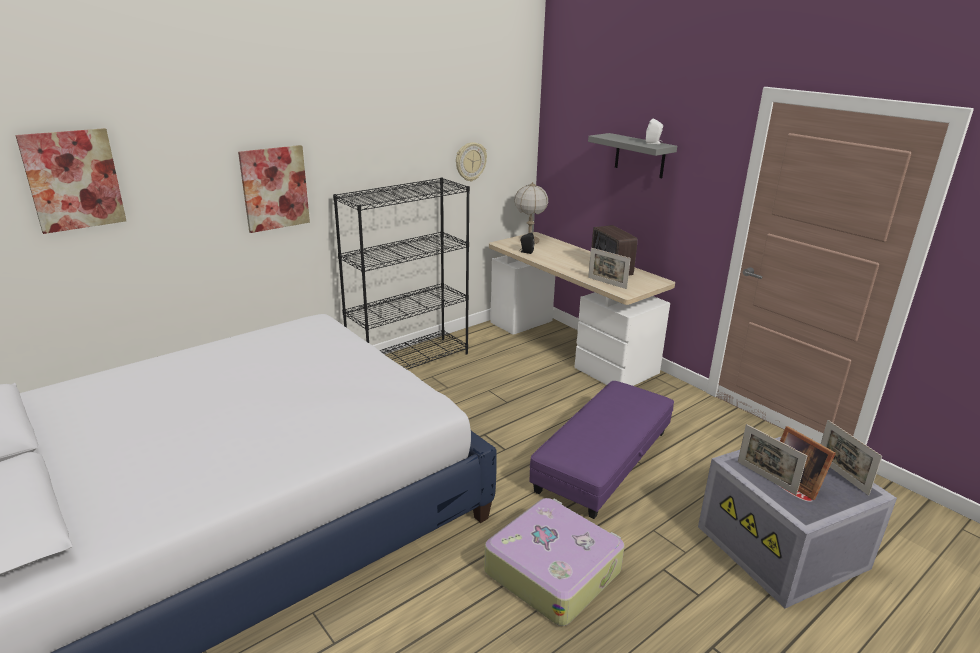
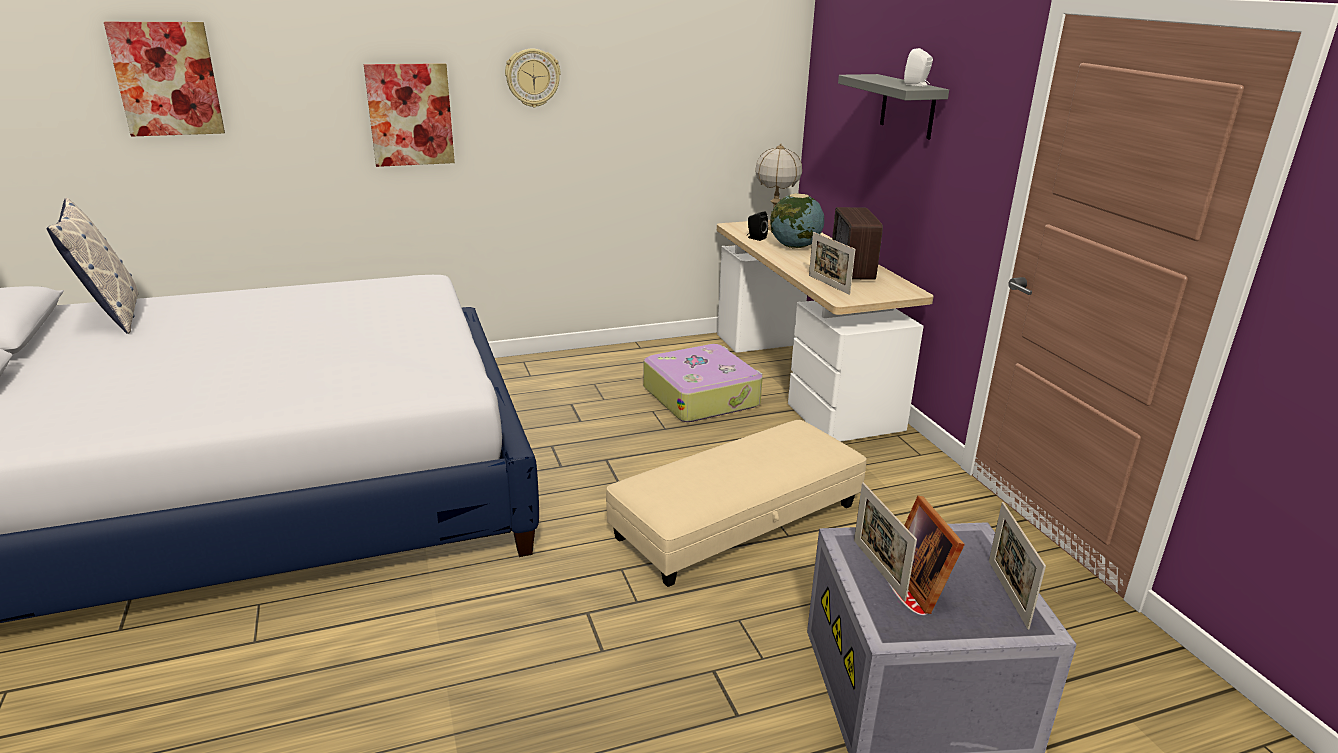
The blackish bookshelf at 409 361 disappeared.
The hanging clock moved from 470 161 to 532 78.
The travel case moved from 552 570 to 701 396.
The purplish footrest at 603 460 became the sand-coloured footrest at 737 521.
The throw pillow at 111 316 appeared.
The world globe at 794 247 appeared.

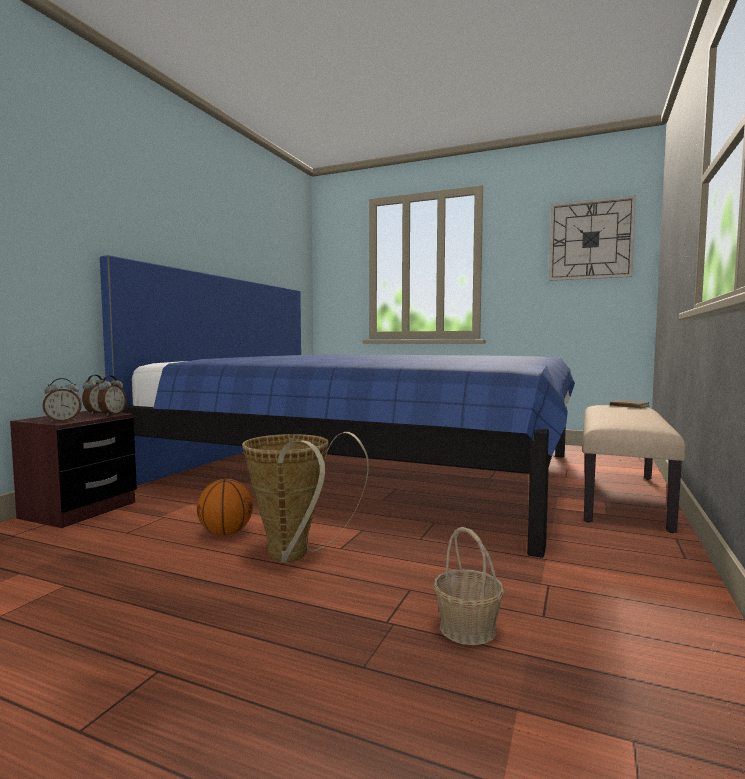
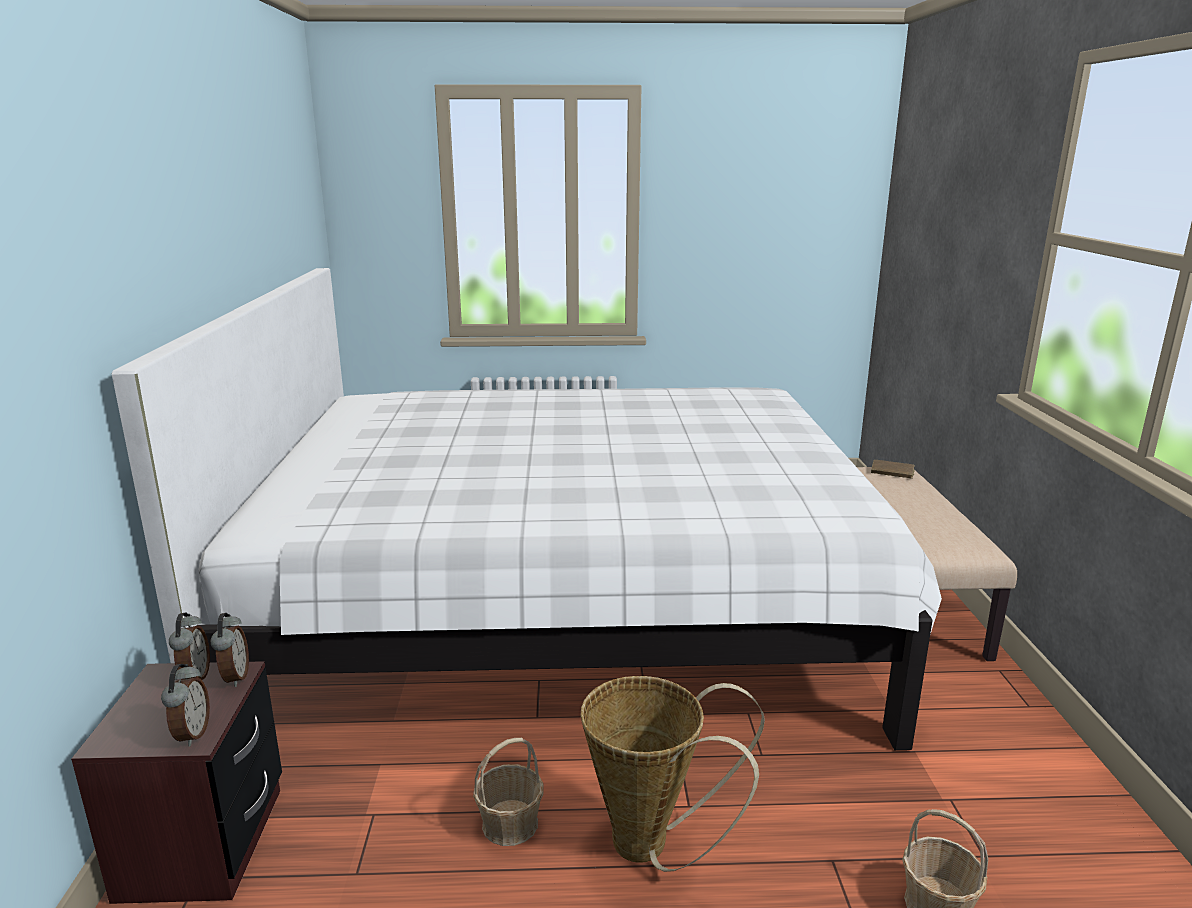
The table clock at 63 421 turned 45 degrees counterclockwise.
The bluish bed at 370 470 became the white-coloured bed at 562 603.
The basketball at 226 533 was replaced by the household basket at 510 824.
The hanging clock at 590 240 disappeared.

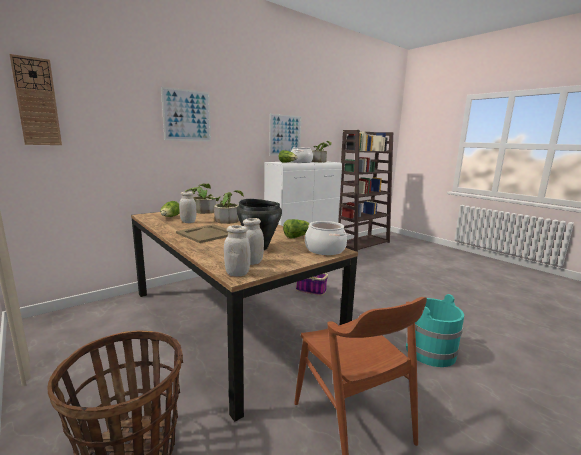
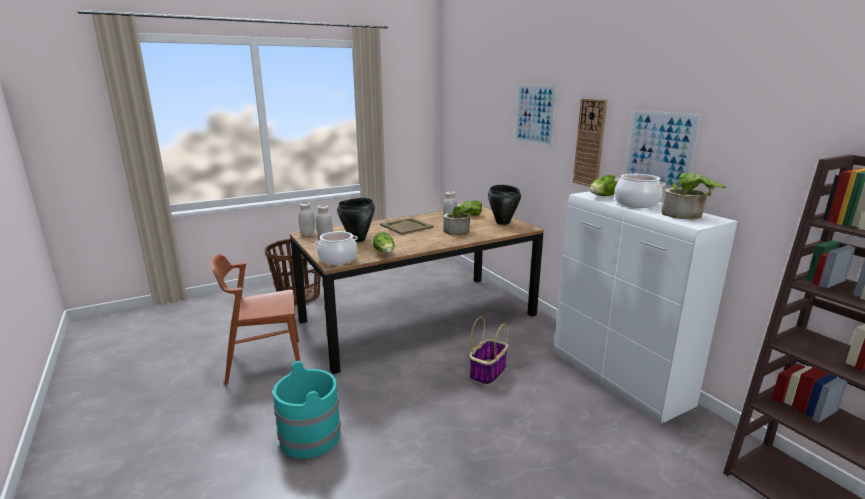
The hanging clock moved from 37 102 to 590 143.
The plant in a pot at 202 211 was replaced by the blackish stockpot at 503 222.

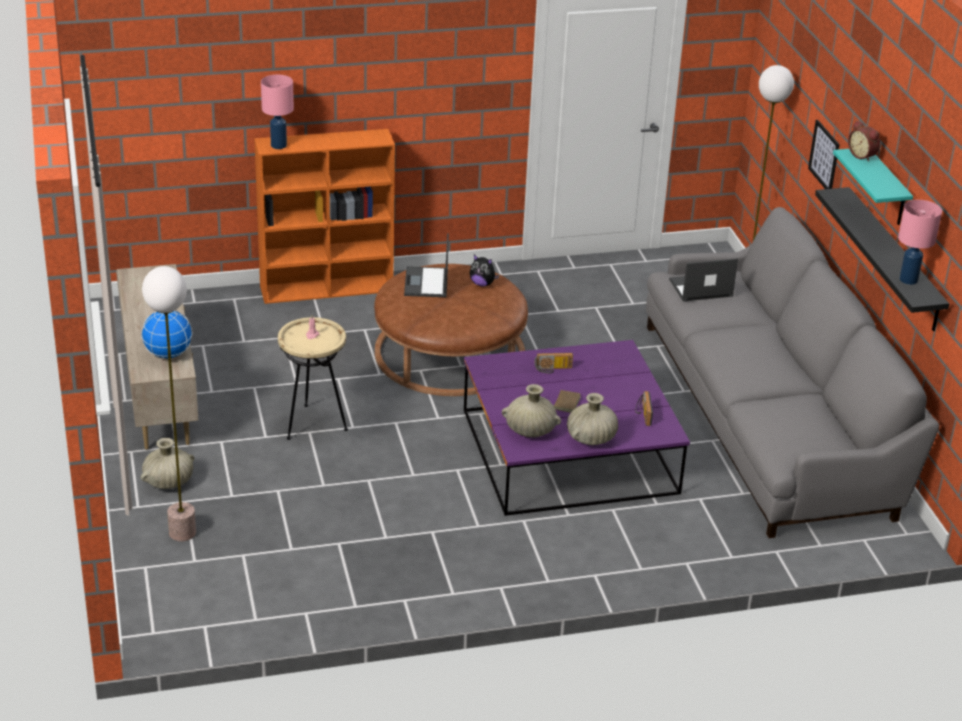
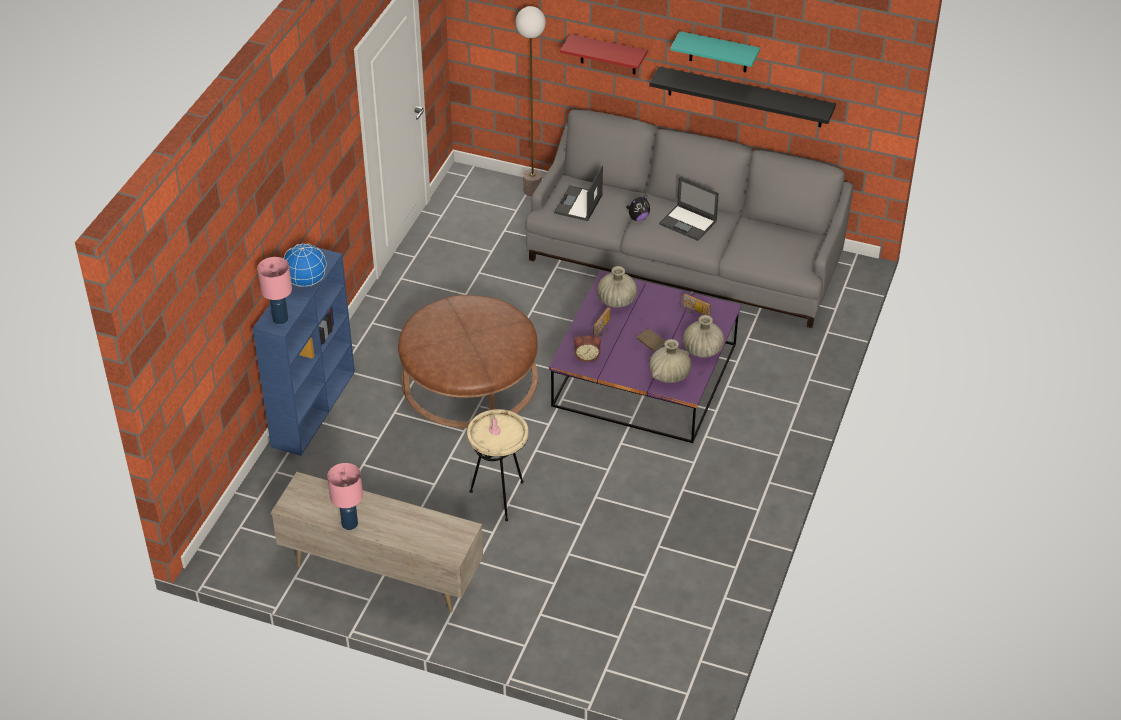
The world globe moved from 168 354 to 306 281.
The sand-coloured vase moved from 169 482 to 616 300.
The floor lamp at 182 532 disappeared.
The orange-coloured bookshelf at 328 288 became the bluish bookshelf at 314 408.
The notebook computer moved from 426 283 to 688 223.
The plush toy moved from 482 284 to 638 218.
The picture at 824 156 was replaced by the reddish wall shelf at 608 55.
The table clock moved from 863 156 to 587 356.
The pinkish tabletop lamp moved from 909 280 to 350 523.

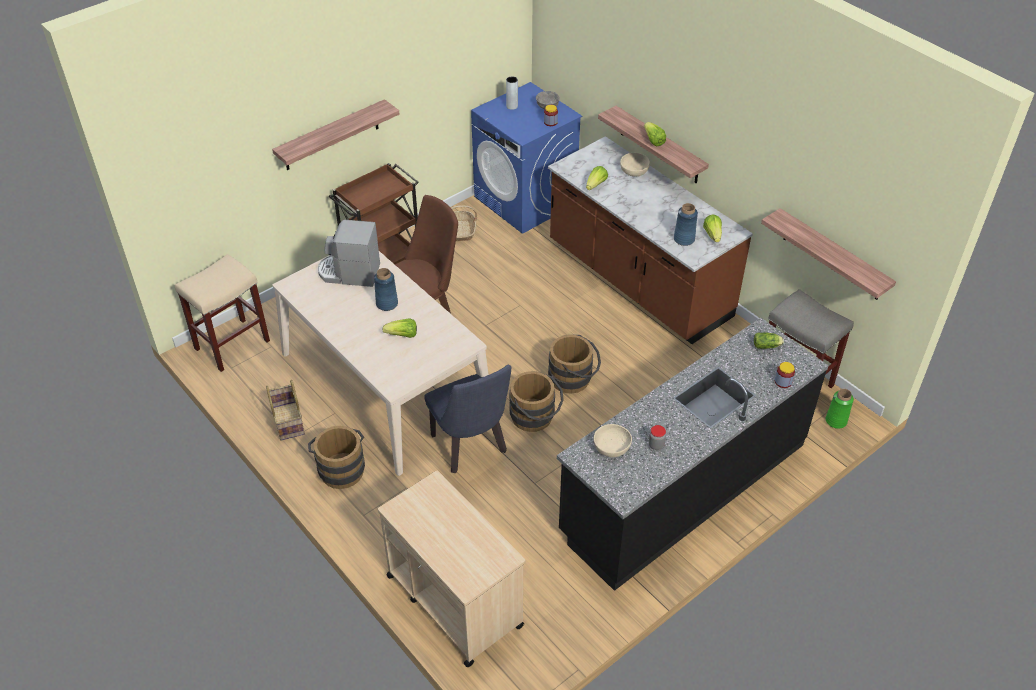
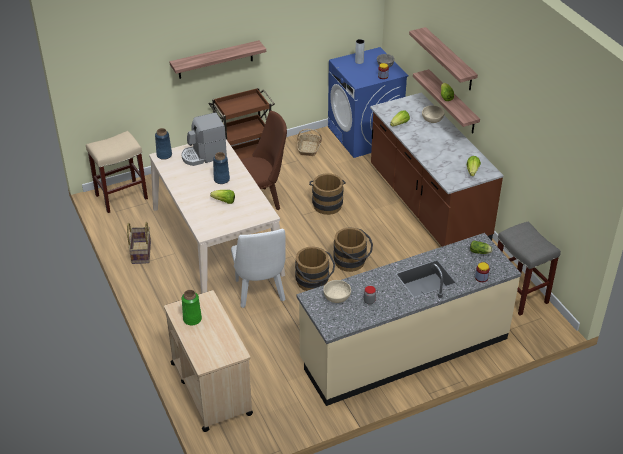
The brownish bucket moved from 340 468 to 327 203.
The coffee machine at 349 273 turned 45 degrees counterclockwise.
The bluish chair at 471 448 became the white-coloured chair at 260 294.
The blackish kitchen base unit at 683 488 became the sand-coloured kitchen base unit at 404 349.
The bluish vase moved from 684 239 to 164 155.
The wall shelf moved from 832 255 to 449 59.
The green-coloured vase moved from 836 421 to 192 319.

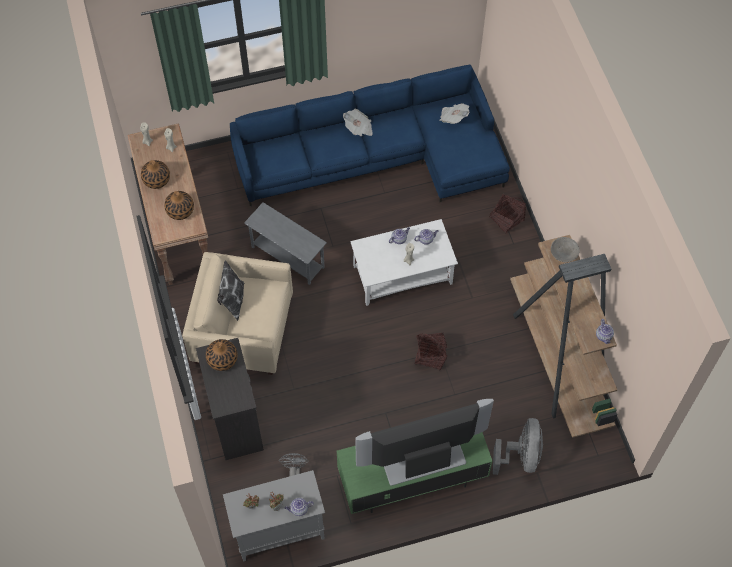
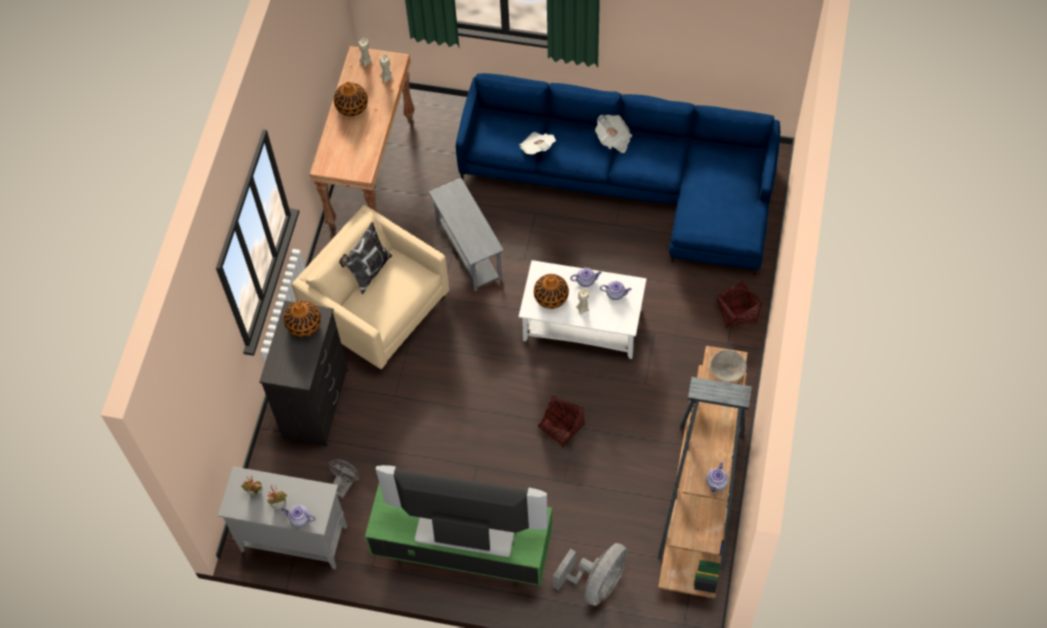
The vase moved from 180 211 to 551 297.
The daily paper moved from 453 118 to 537 148.

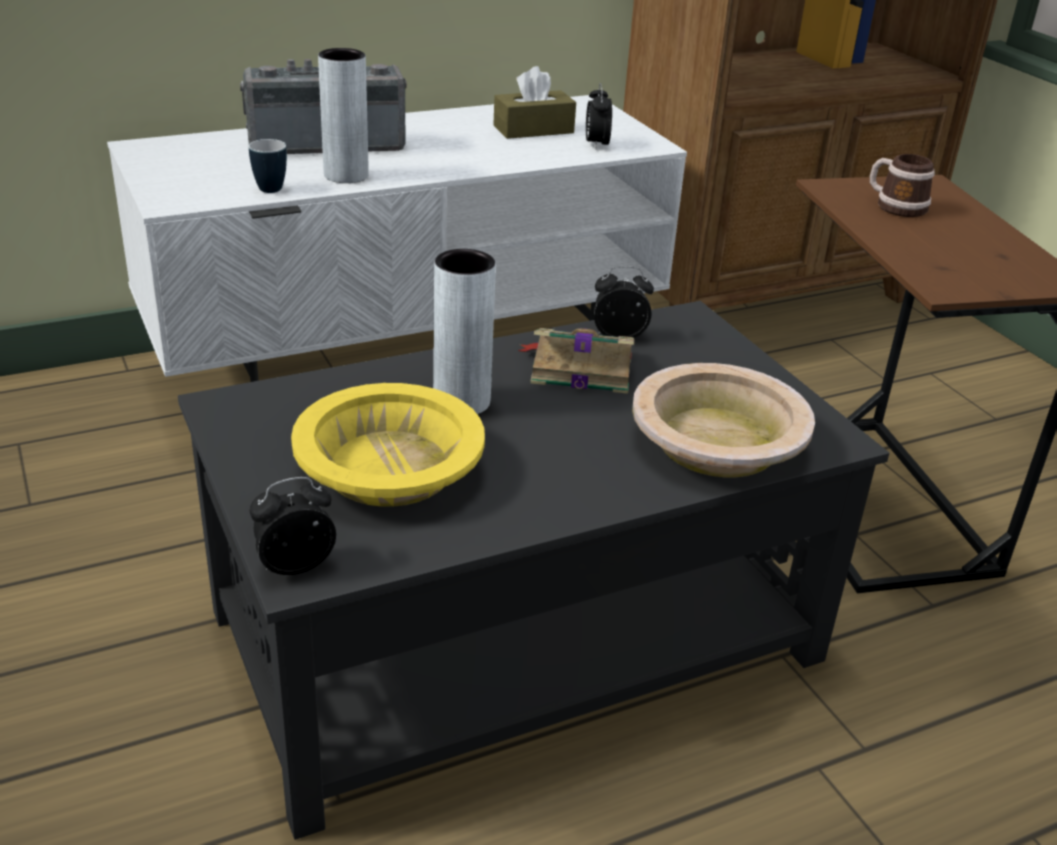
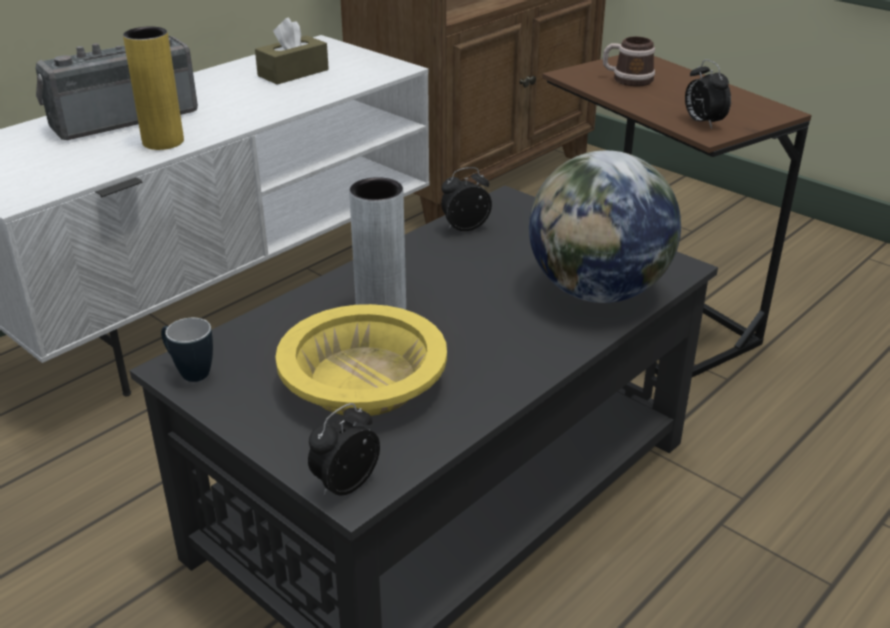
The tea mug moved from 267 187 to 189 372.
The gray vase at 346 175 became the yellowish vase at 163 142.
The book at 579 368 disappeared.
The table clock moved from 596 145 to 702 123.
The sand-coloured deep dish at 718 443 was replaced by the world globe at 598 292.

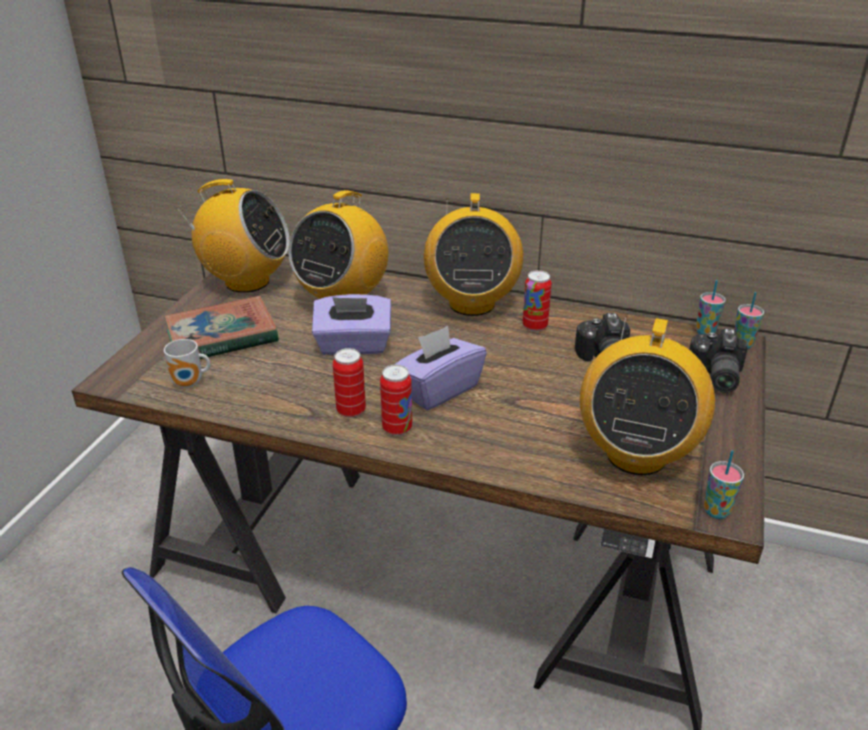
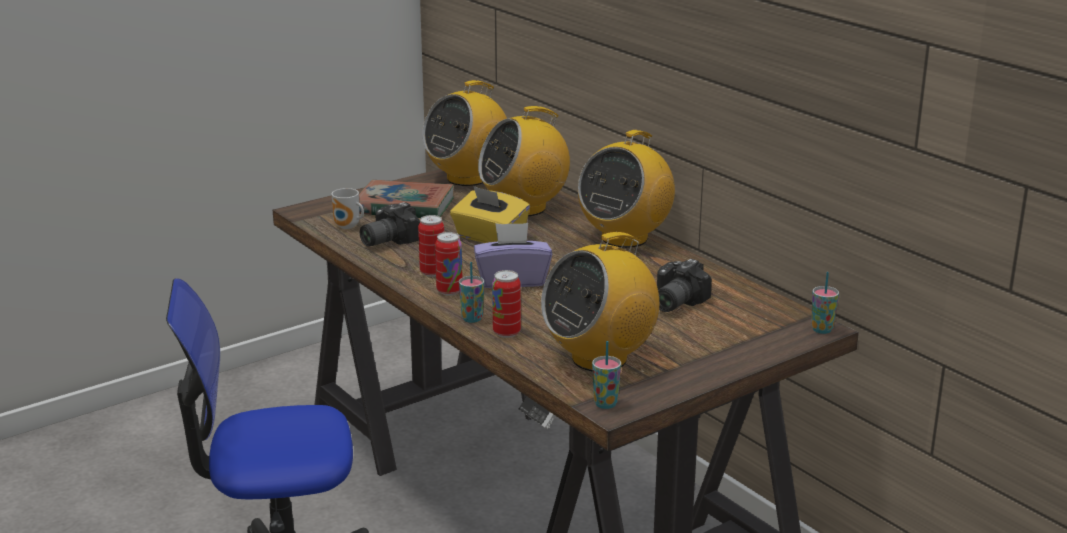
The radio receiver at 246 282 turned 90 degrees clockwise.
The purplish tissue holder at 353 345 became the yellowish tissue holder at 489 238.
The sealed can moved from 534 326 to 506 332.
The photo camera moved from 714 376 to 386 240.
The small cup moved from 705 332 to 472 319.

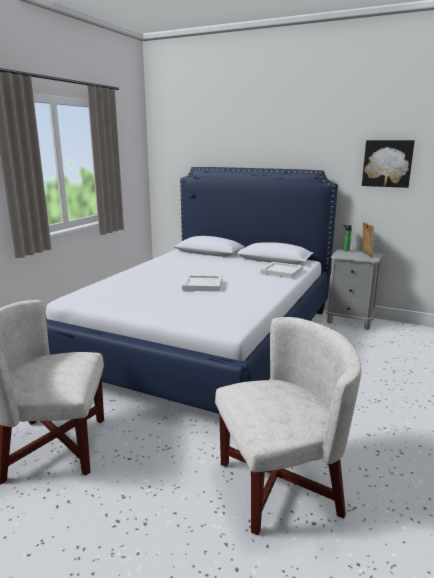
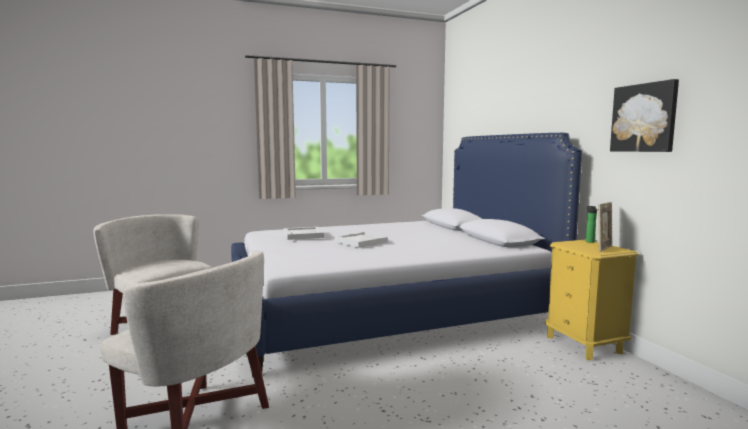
The white-coloured carrying tray moved from 282 272 to 303 235.
The gray nightstand at 350 321 became the yellowish nightstand at 584 344.

